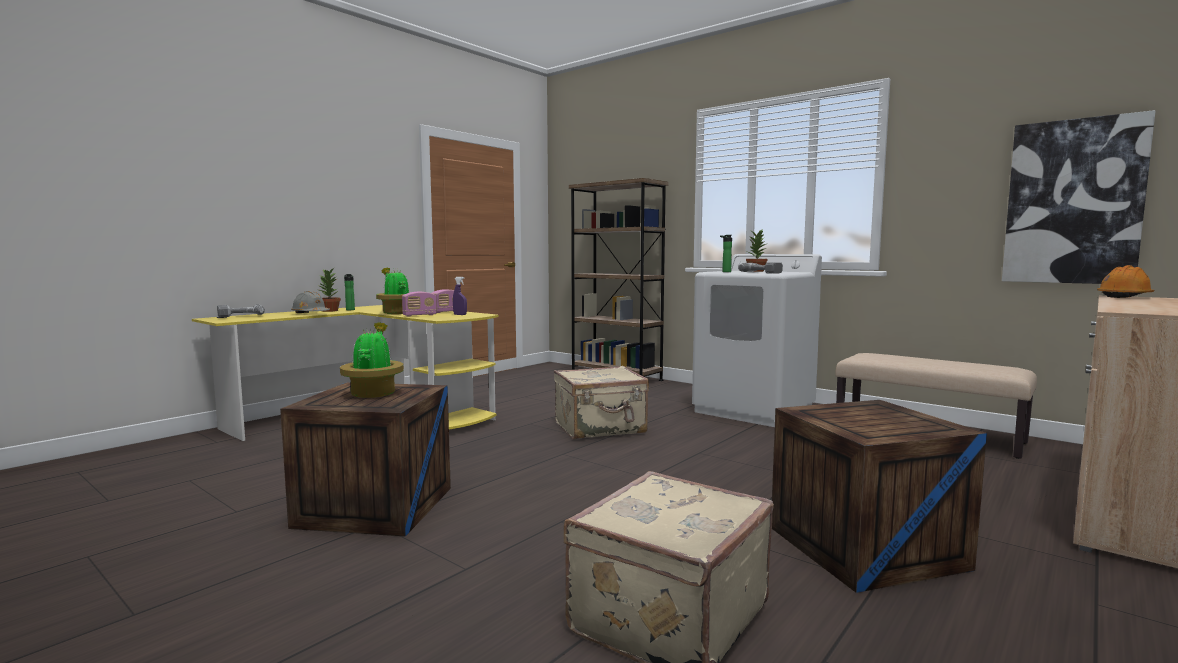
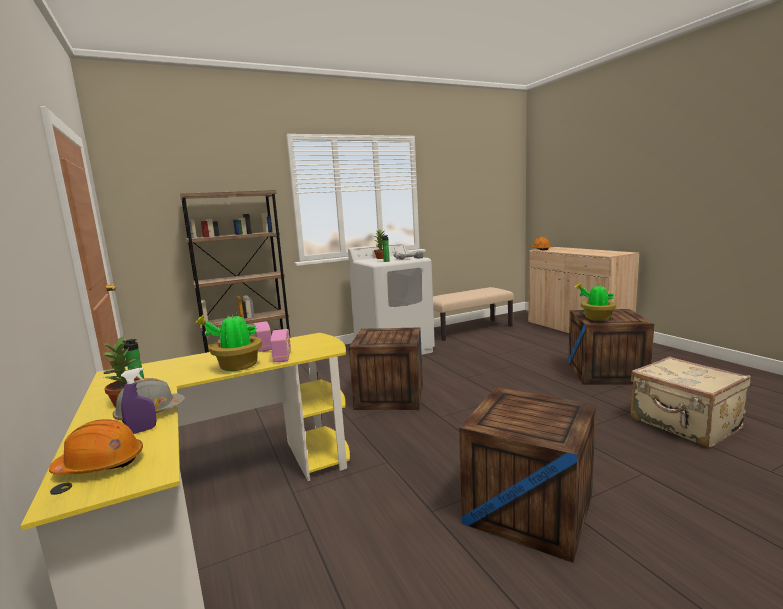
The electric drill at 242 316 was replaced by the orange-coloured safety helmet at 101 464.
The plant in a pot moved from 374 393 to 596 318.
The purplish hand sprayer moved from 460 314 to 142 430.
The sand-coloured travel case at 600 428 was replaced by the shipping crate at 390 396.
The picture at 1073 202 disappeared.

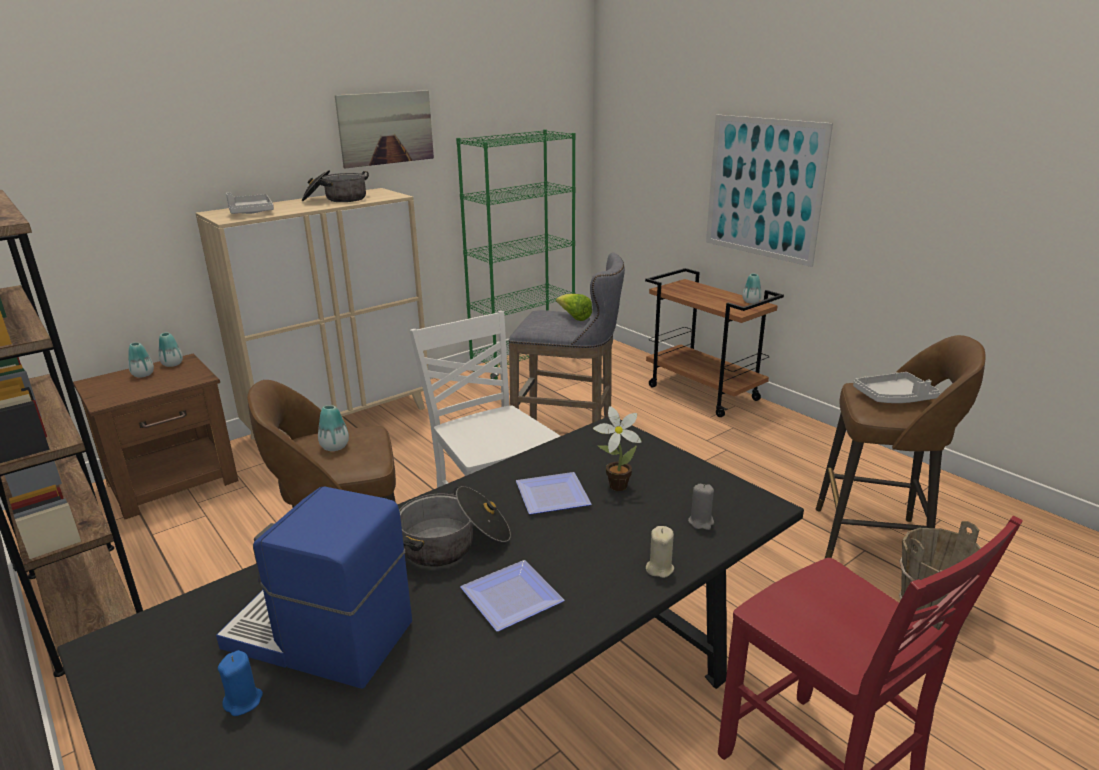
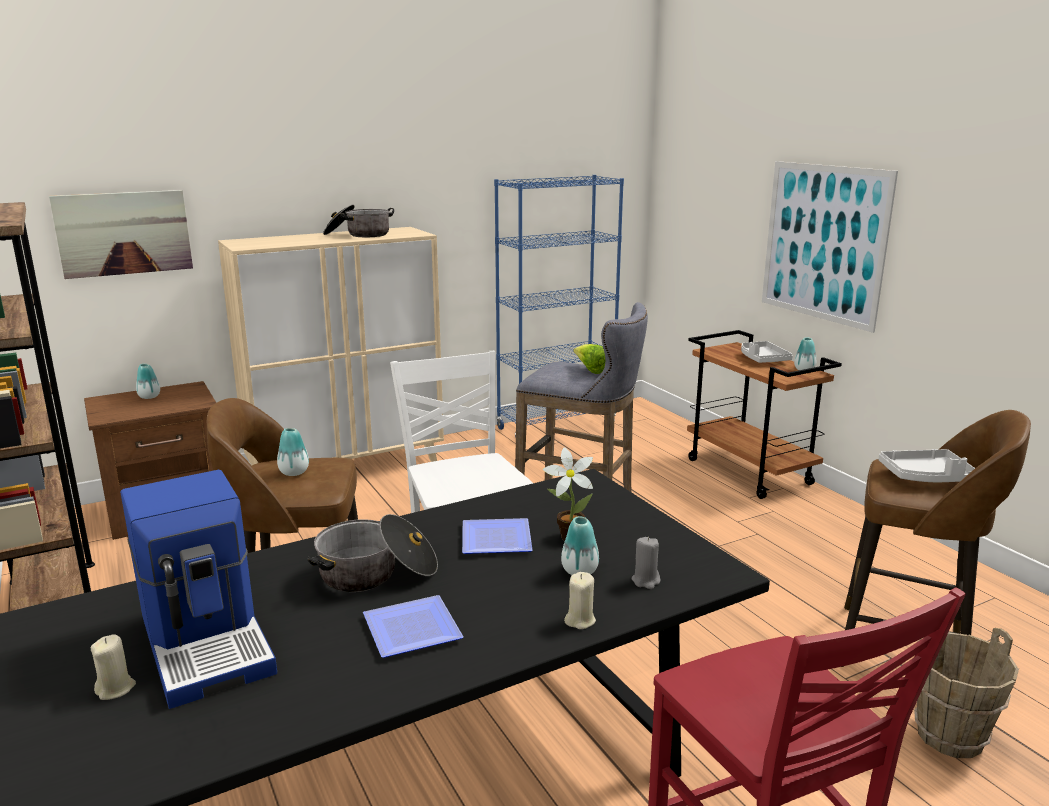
The vase moved from 172 364 to 579 571.
The coffee machine at 318 637 turned 150 degrees counterclockwise.
The bluish wax light at 243 701 became the sand-coloured wax light at 116 688.
The gray carrying tray moved from 251 212 to 762 359.
The picture moved from 386 128 to 124 233.
The green-coloured bookshelf at 523 364 became the bluish bookshelf at 556 426.

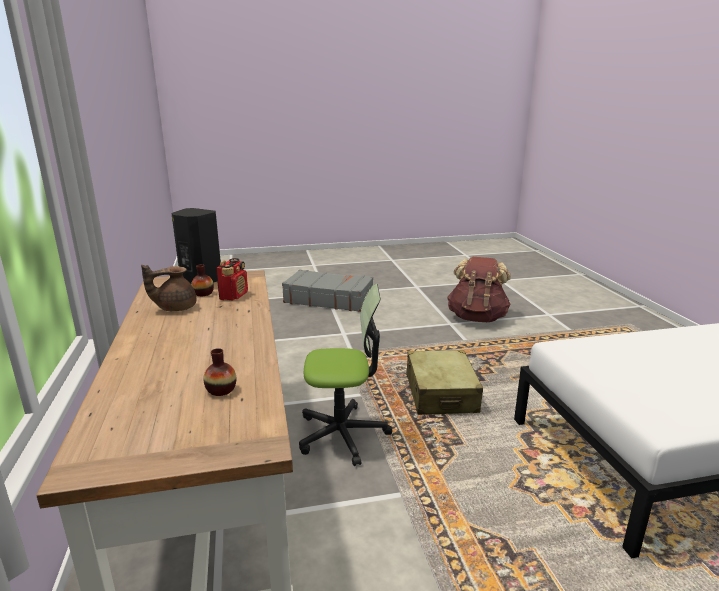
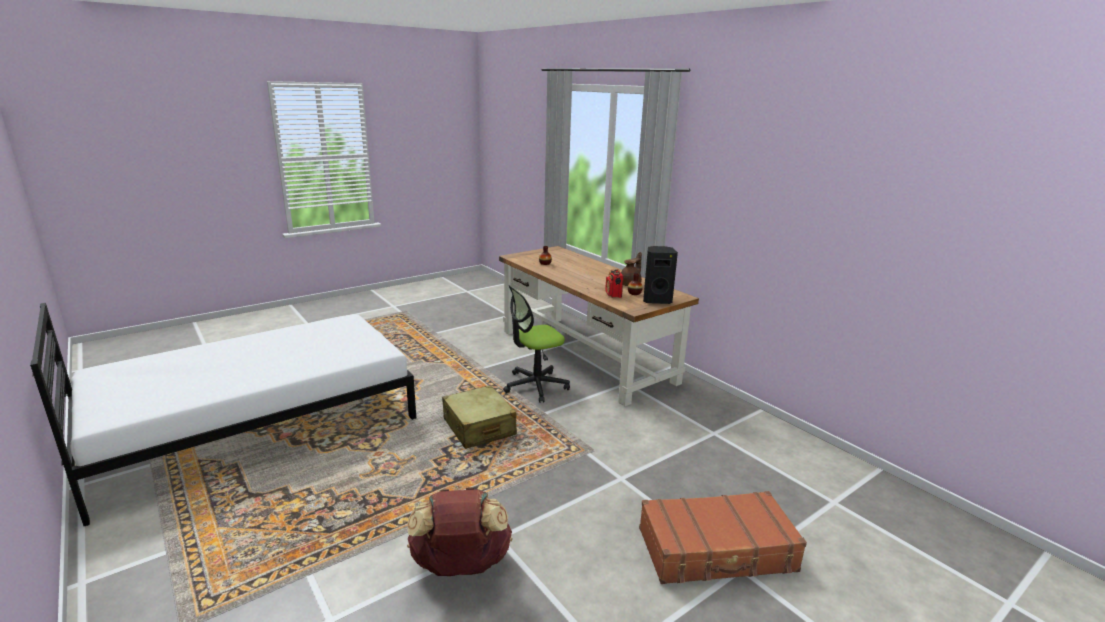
The gray travel case at 328 299 became the brownish travel case at 717 550.

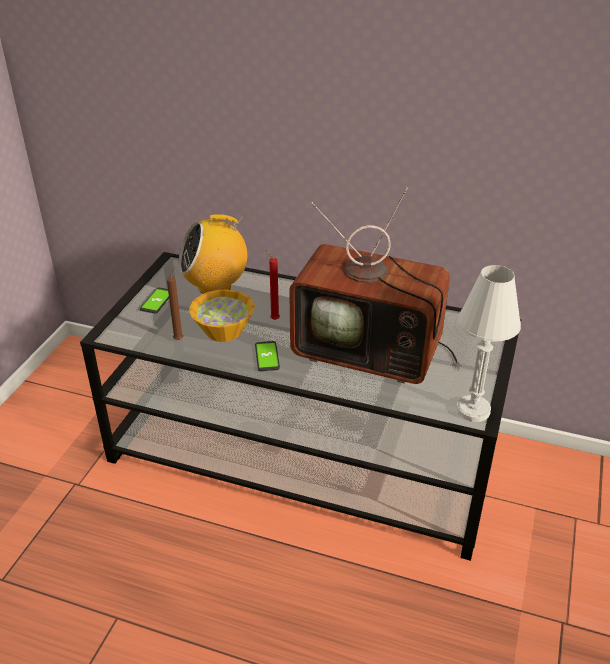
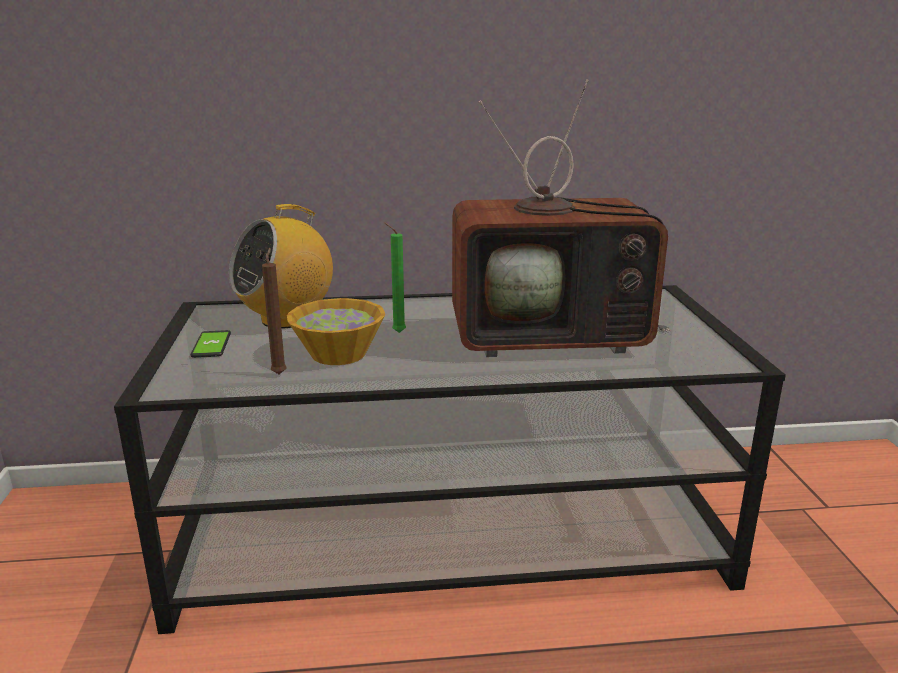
The telephone at 267 357 disappeared.
The reddish wax light at 273 319 became the green-coloured wax light at 396 332.
The white-coloured tabletop lamp at 473 410 disappeared.

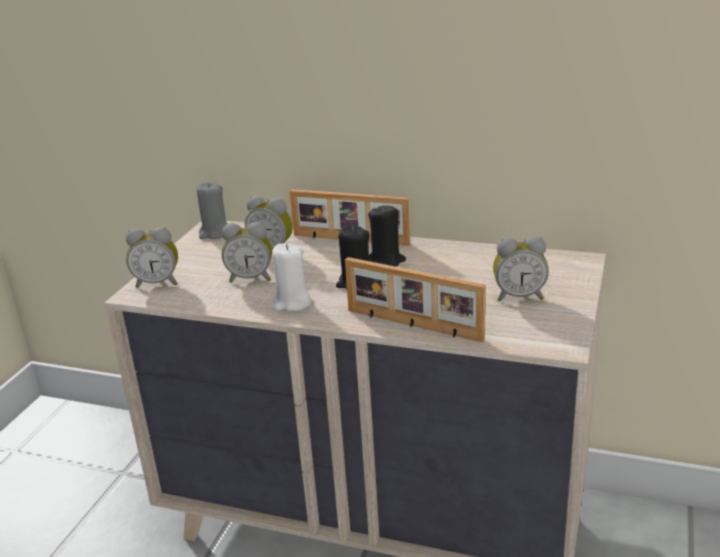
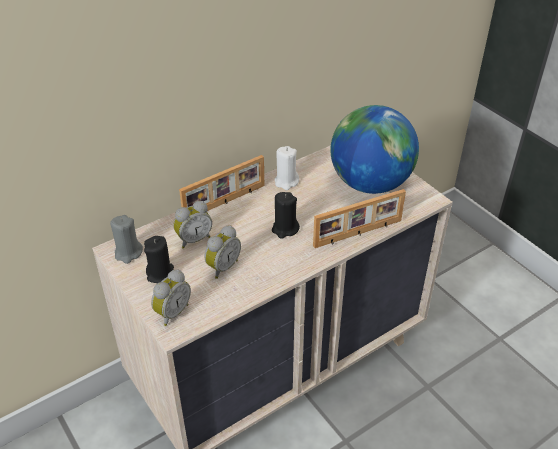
The white-coloured wax light moved from 292 303 to 286 182.
The blackish wax light moved from 386 260 to 161 274.
The table clock at 518 296 was replaced by the world globe at 370 183.

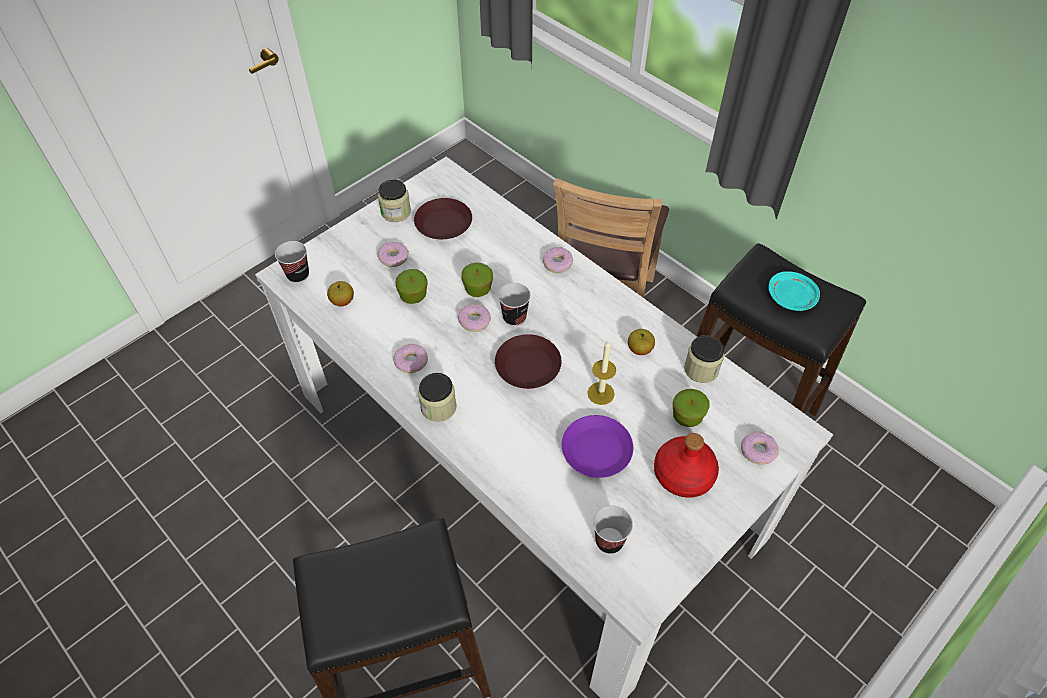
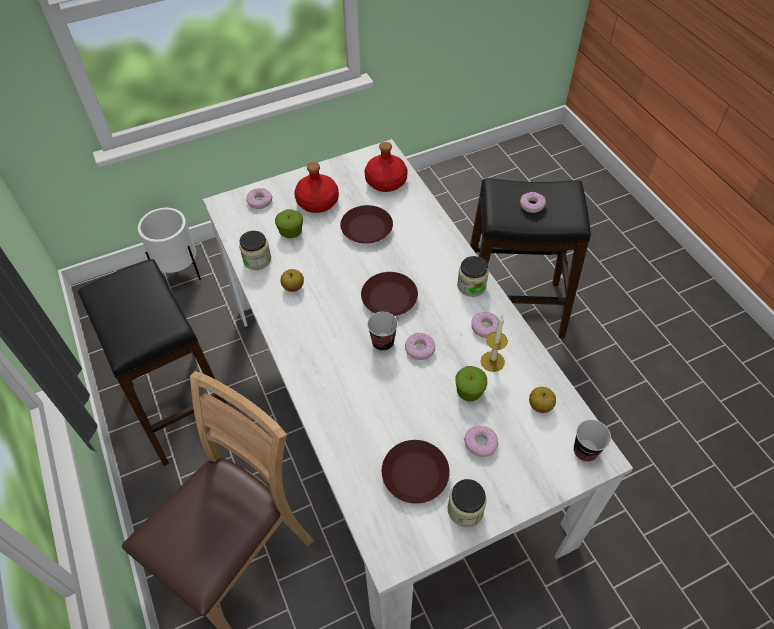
The apple at 478 289 disappeared.
The doughnut moved from 558 263 to 531 205.
The purplish dinner plate at 596 451 became the brownish dinner plate at 367 228.
The wax light moved from 601 393 to 492 361.
The small cup at 609 541 was replaced by the reddish drink bottle at 385 181.
The turquoise dinner plate at 791 298 disappeared.
The white-coloured flower pot at 180 274 appeared.

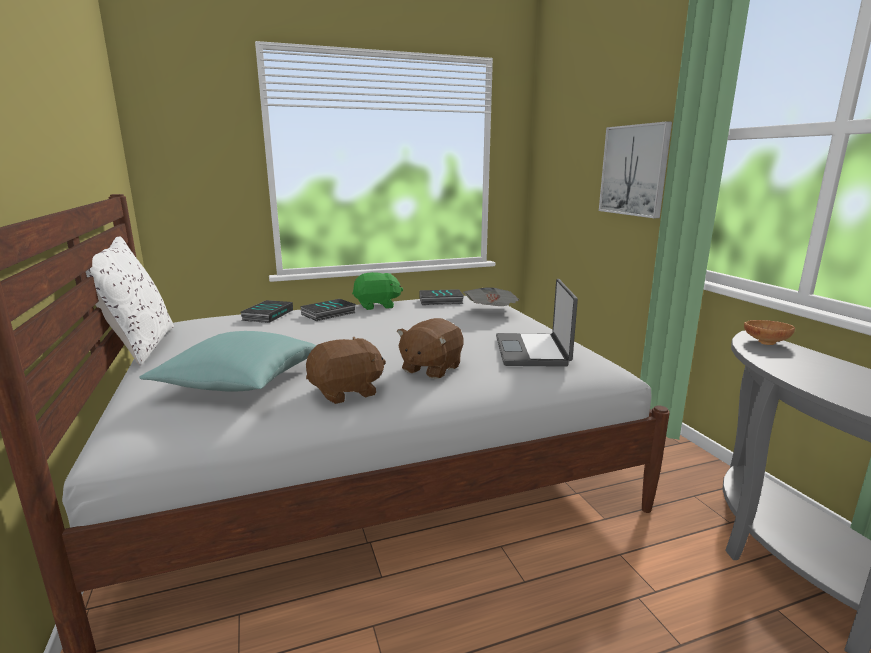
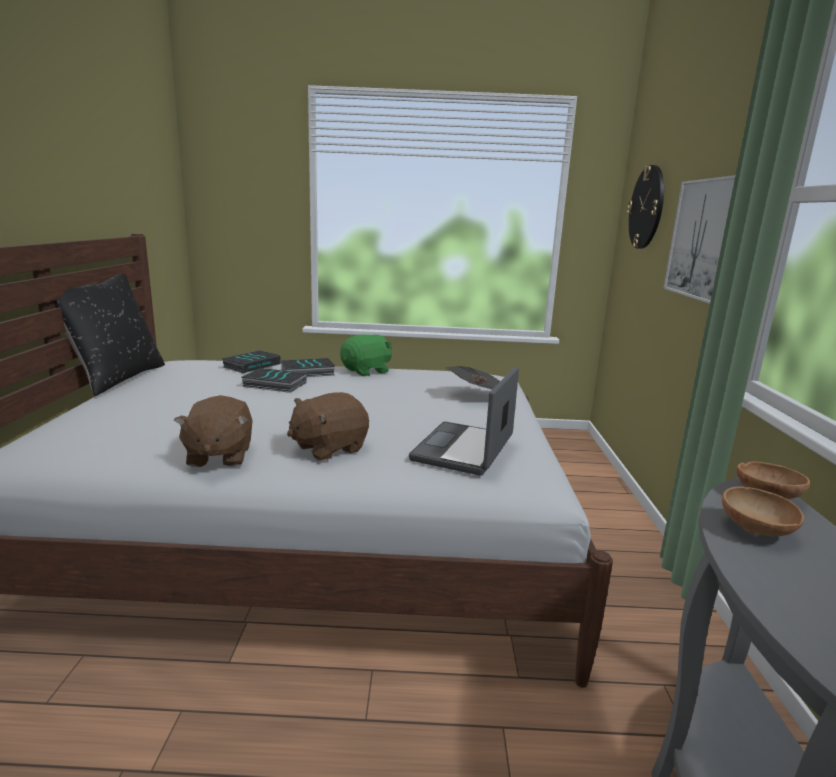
The white-coloured throw pillow at 138 346 became the blackish throw pillow at 117 378.
The turquoise throw pillow at 240 381 disappeared.
The brownish plush toy at 346 392 turned 90 degrees clockwise.
The green-coloured plush toy at 377 306 turned 45 degrees counterclockwise.
The book moved from 440 301 to 274 385.
The hanging clock at 647 207 appeared.
The brownish deep dish at 755 532 appeared.

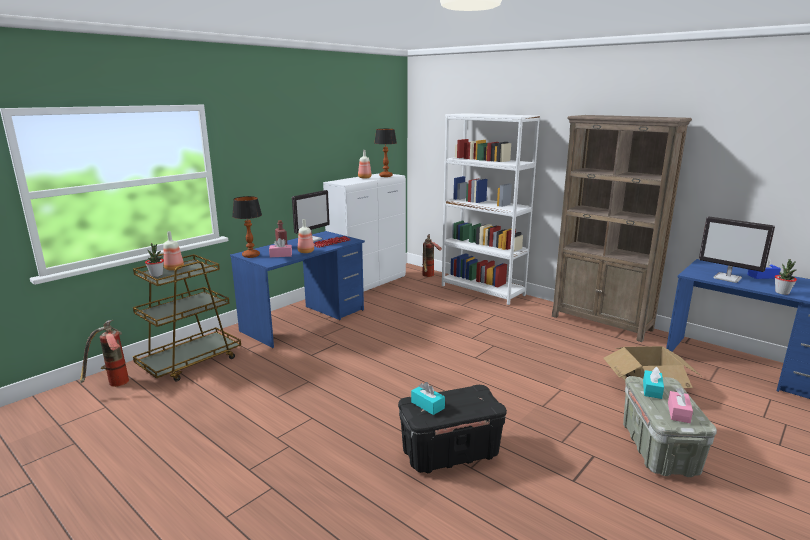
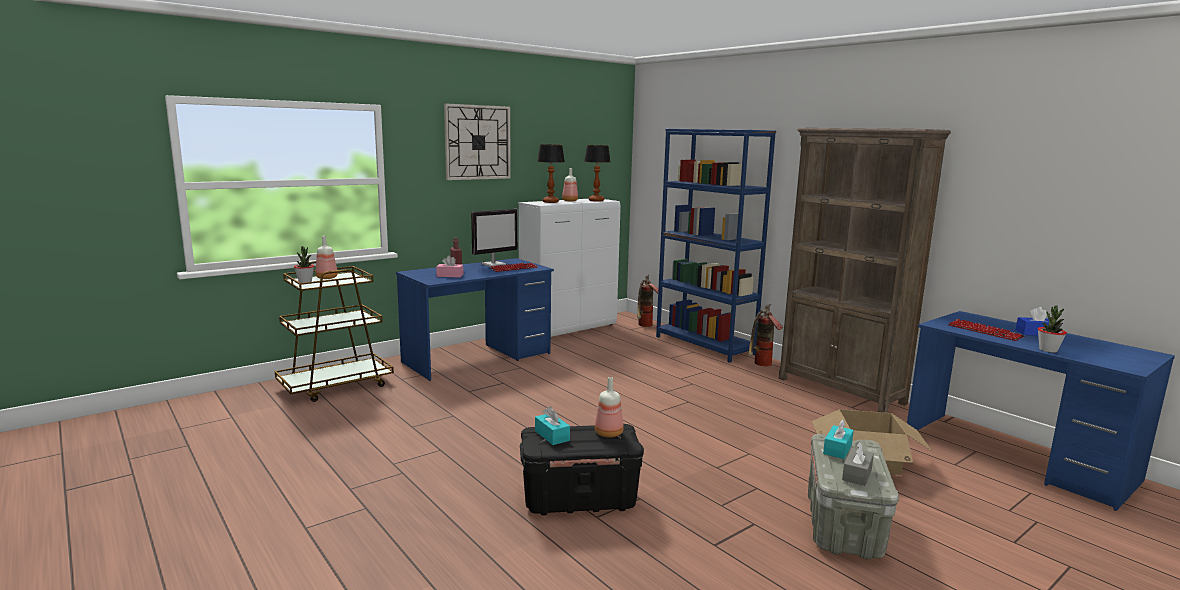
The fire-fighting cylinder moved from 113 385 to 761 365.
The tabletop lamp moved from 251 255 to 550 202.
The drink bottle moved from 306 251 to 609 433.
The white-coloured bookshelf at 482 290 became the bluish bookshelf at 704 345.
The pinkish tissue holder at 678 412 became the gray tissue holder at 857 474.
The computer display at 728 278 was replaced by the computer keyboard at 985 331.
The hanging clock at 477 142 appeared.

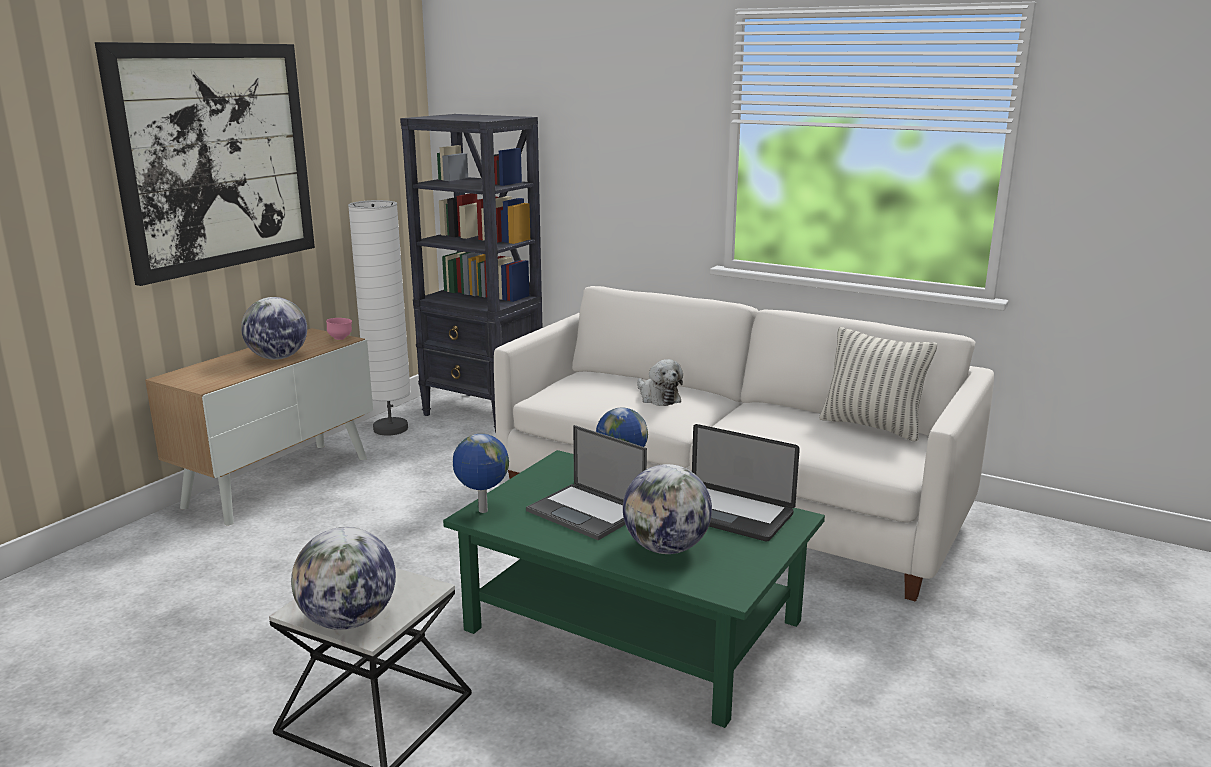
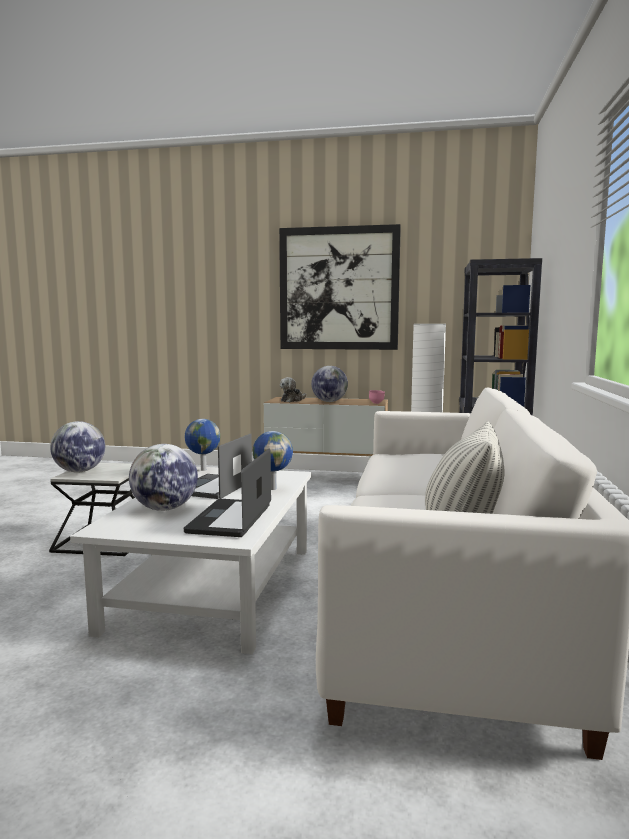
The green-coloured low table at 634 624 became the white-coloured low table at 216 587.
The plush toy moved from 658 398 to 292 400.

